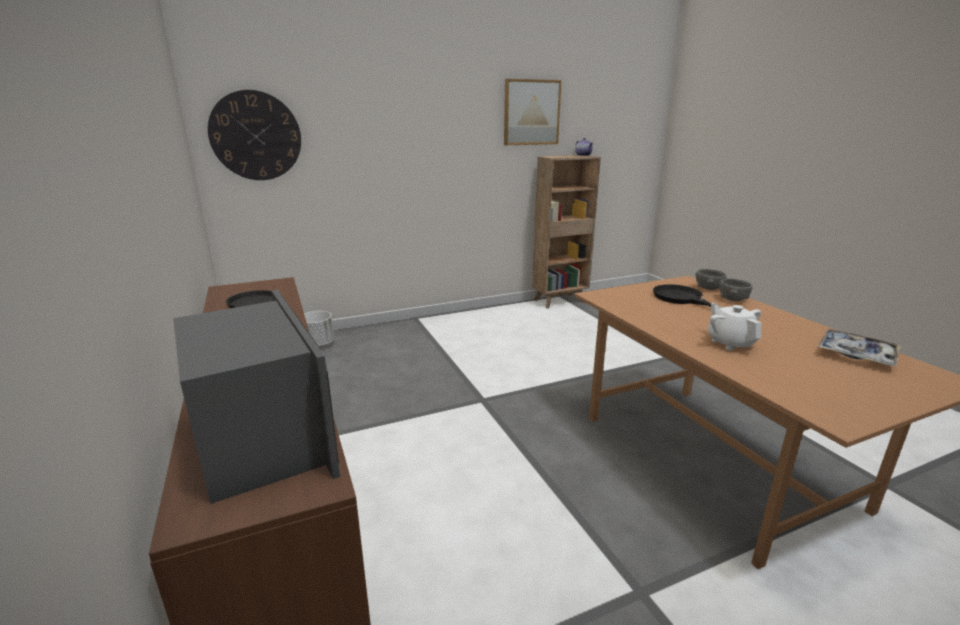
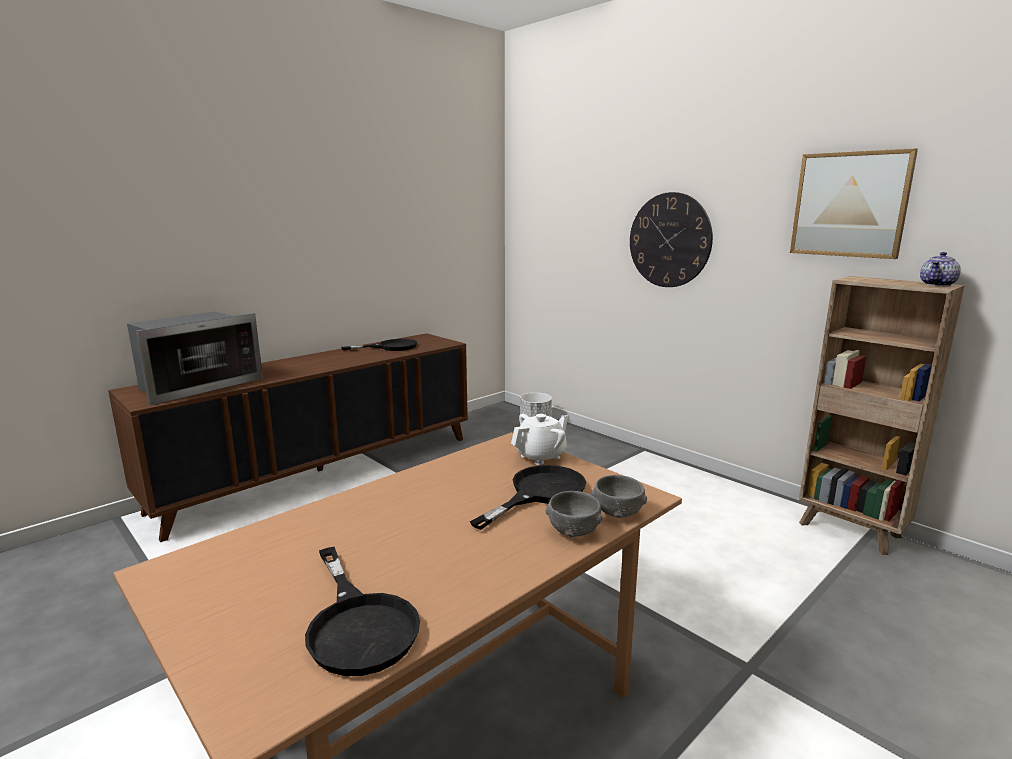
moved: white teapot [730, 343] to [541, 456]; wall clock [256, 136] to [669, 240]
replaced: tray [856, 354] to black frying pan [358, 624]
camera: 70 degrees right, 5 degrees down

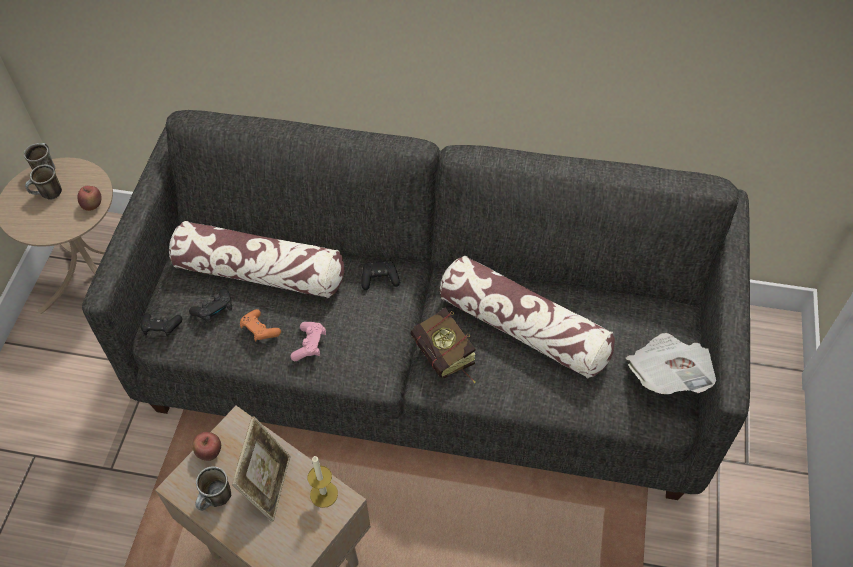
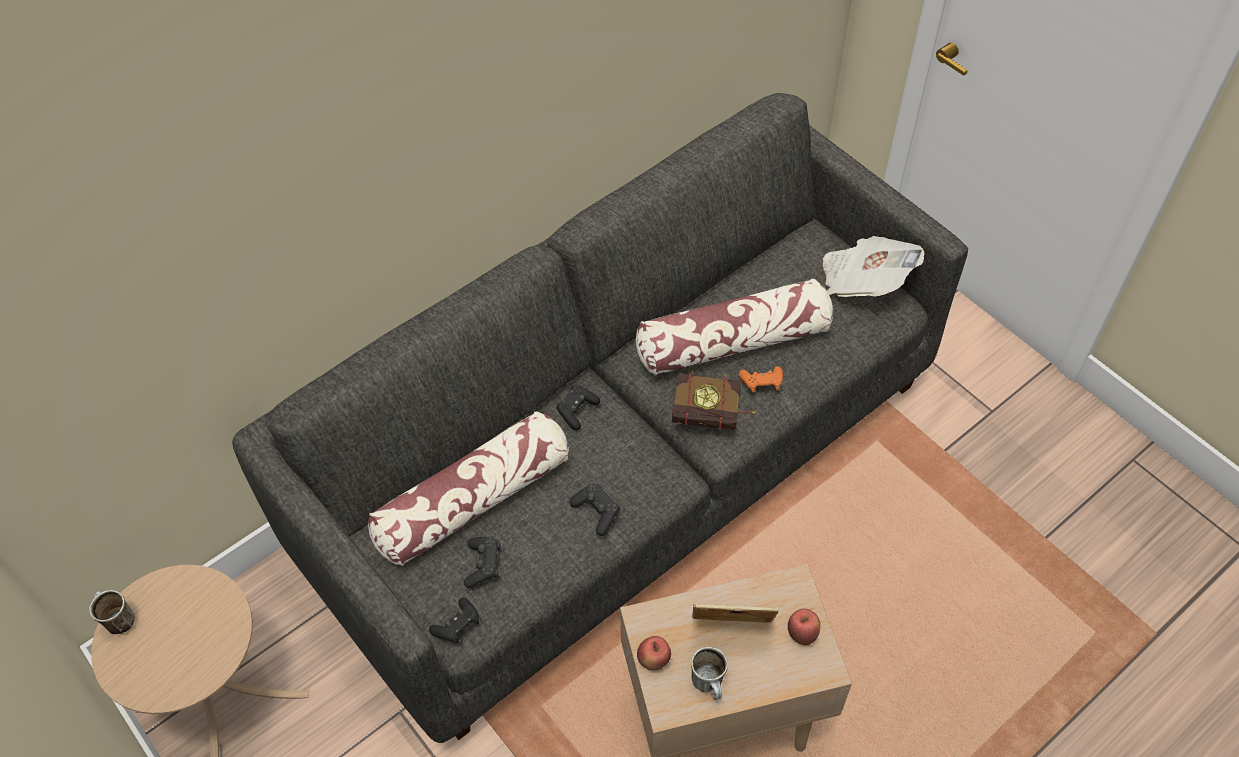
removed: mug [48, 195]; candle [324, 494]
moved: orange game controller [260, 330] to [761, 384]; apple [93, 206] to [802, 634]
recoloured: pink game controller [309, 345] to black game controller [597, 512]
turned: picture frame [268, 485] = [731, 631] 45 degrees counterclockwise
camera: 50 degrees left, 0 degrees up

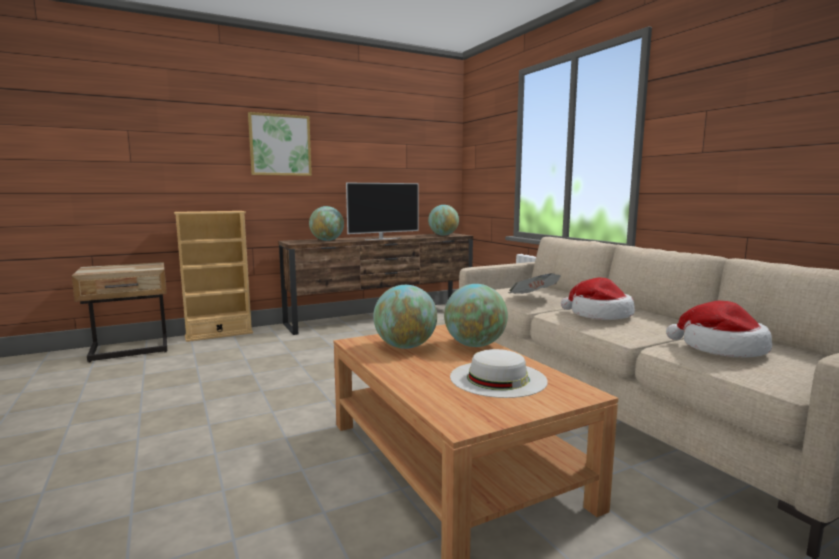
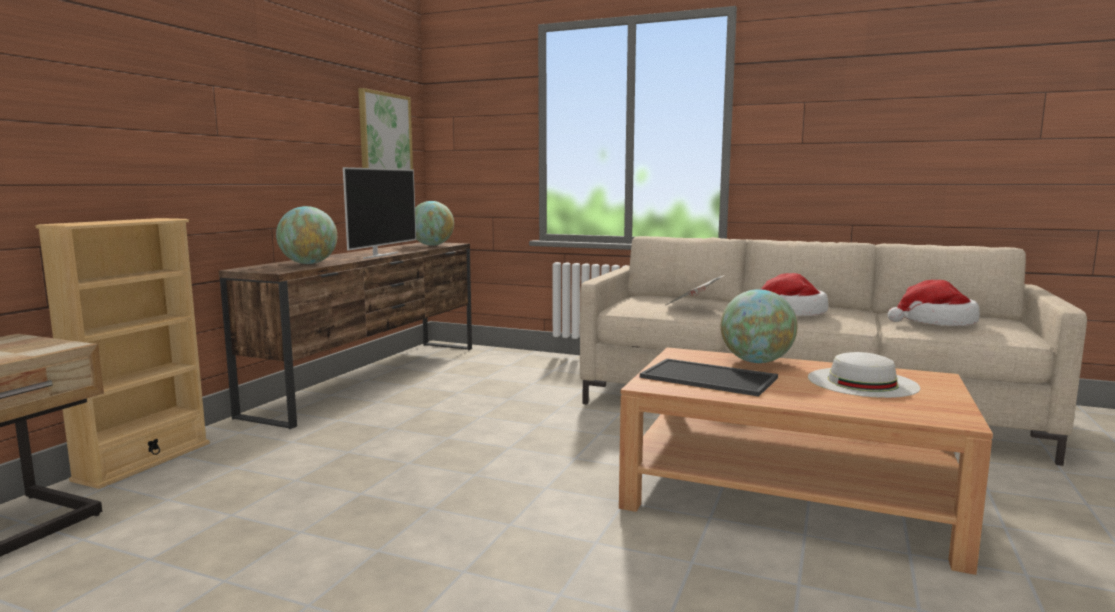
moved: picture [280, 145] to [385, 133]
replaced: globe [405, 347] to tray [710, 377]
camera: 40 degrees left, 0 degrees up

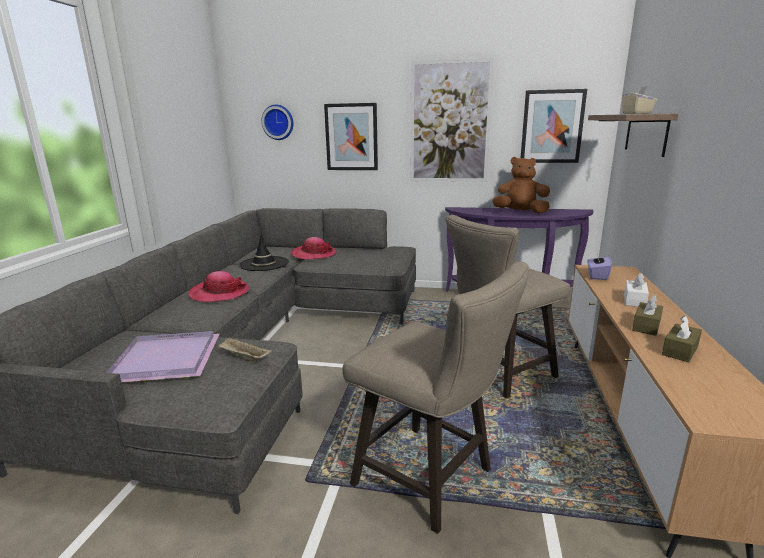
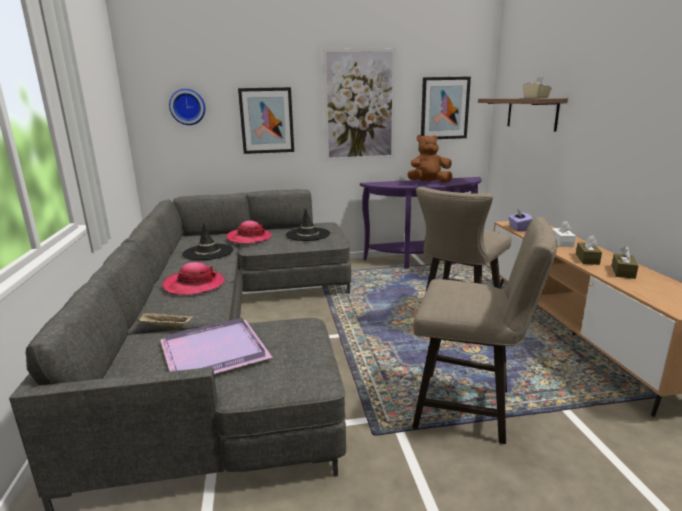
added: black hat [308, 234]
moved: beige tray [244, 358] to [165, 327]
camera: 20 degrees left, 0 degrees up

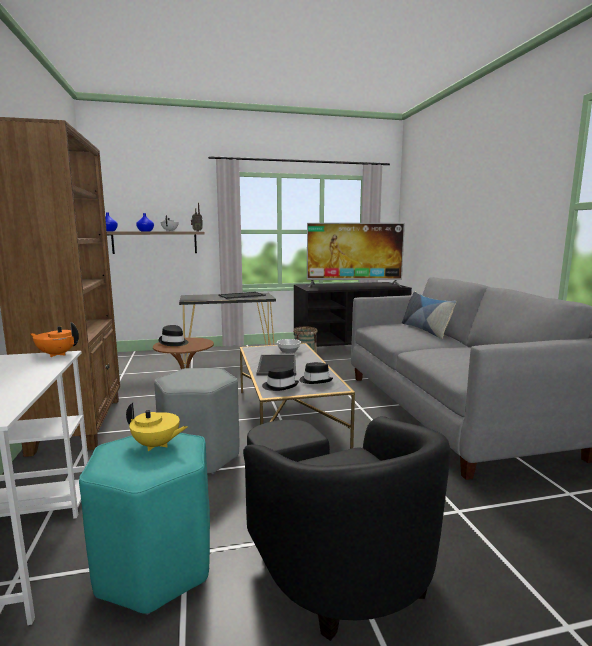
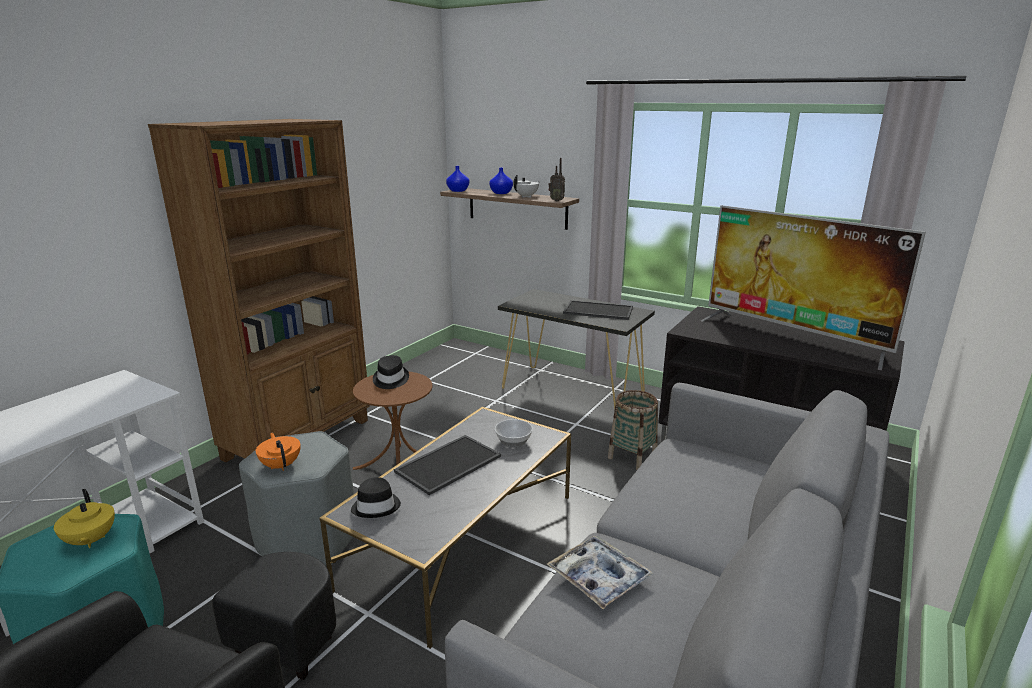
removed: black hat [315, 380]; pillow [425, 330]
added: tray [599, 578]
moved: orange teapot [57, 354] to [281, 465]
camera: 45 degrees right, 10 degrees up

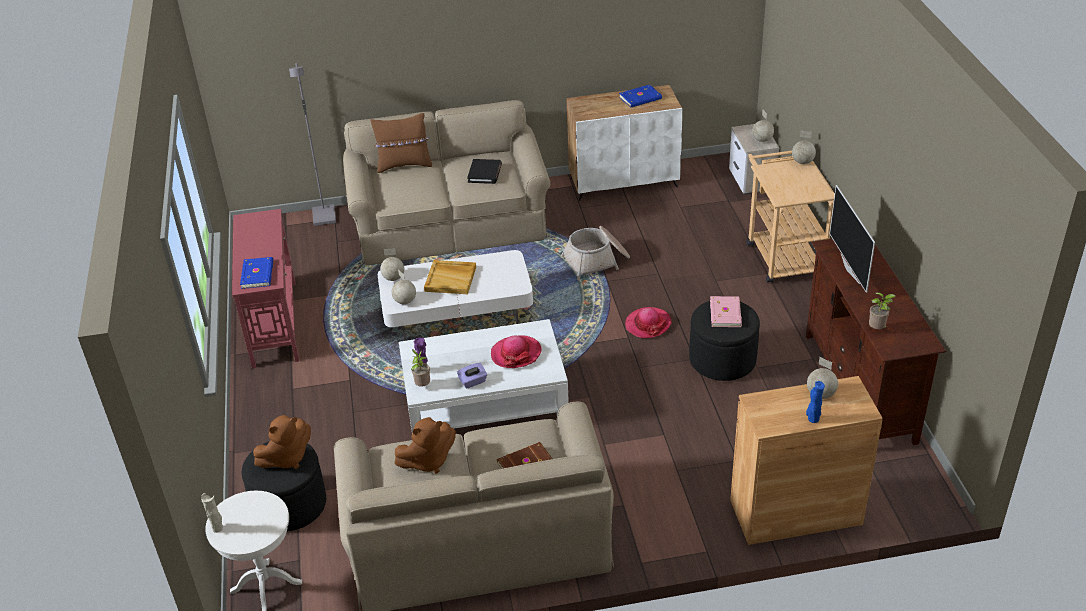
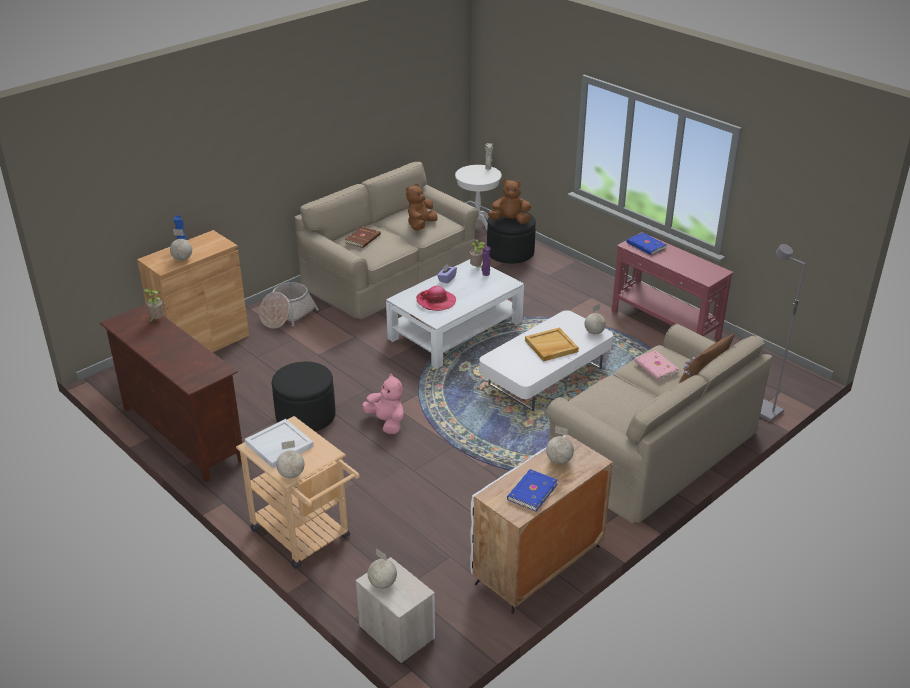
removed: black book [485, 173]; television [850, 268]
added: white tray [279, 446]
moved: basket [597, 261] to [287, 315]; globe [405, 301] to [559, 460]; pink book [726, 313] to [656, 368]
replaced: hat [648, 324] to pink plush toy [386, 422]
turned: brown plush toy [287, 458] = [510, 220] 75 degrees clockwise
camera: 145 degrees right, 5 degrees down

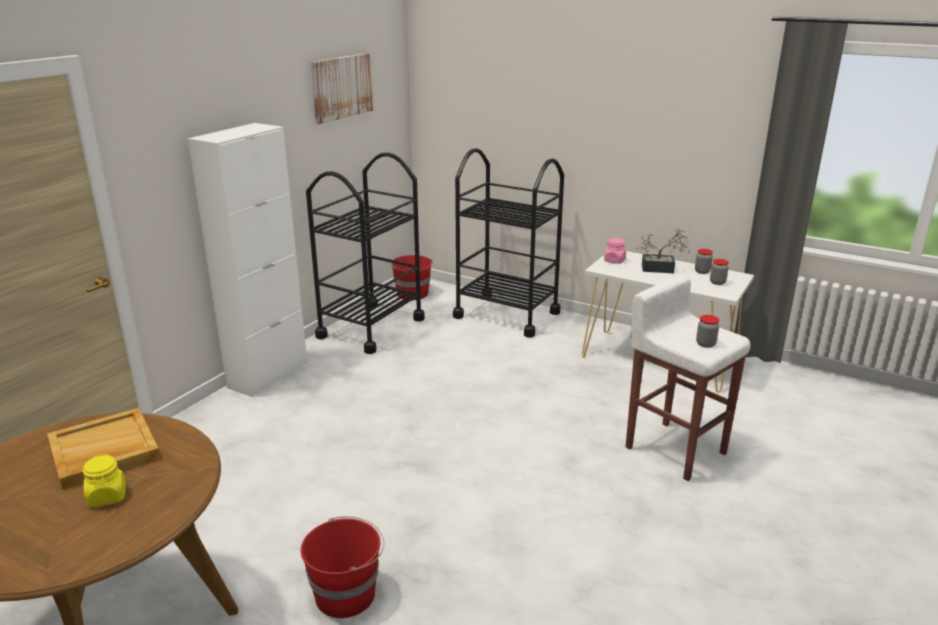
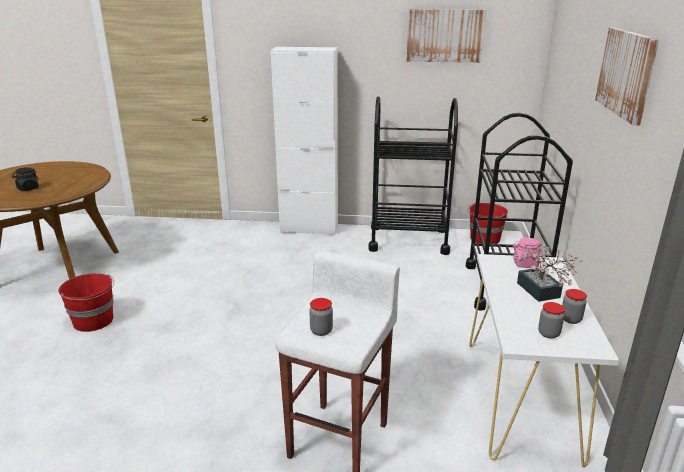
removed: beige tray [103, 451]
added: picture [626, 73]
recoloured: yellow jar [107, 496] to black jar [28, 189]
camera: 65 degrees right, 0 degrees up

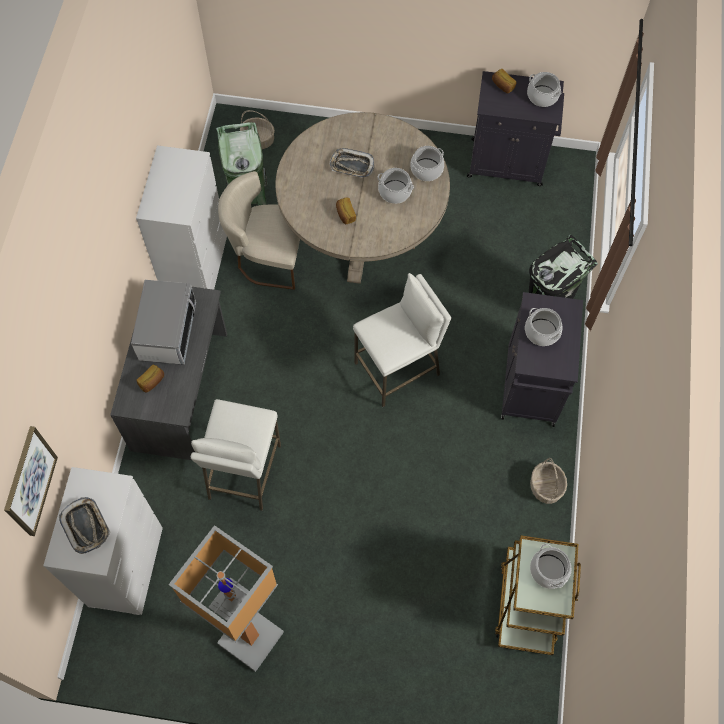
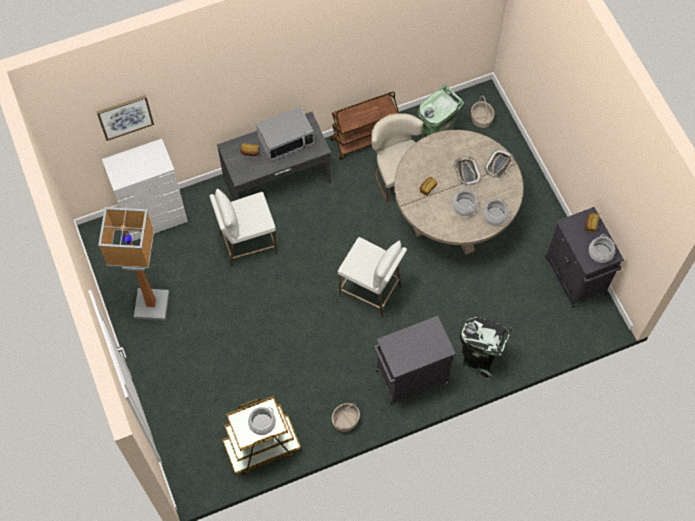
removed: cooking pot [542, 332]
moved: tray [86, 526] to [499, 165]
replaced: white dresser [196, 267] to brown cart [364, 139]
camera: 60 degrees right, 0 degrees up

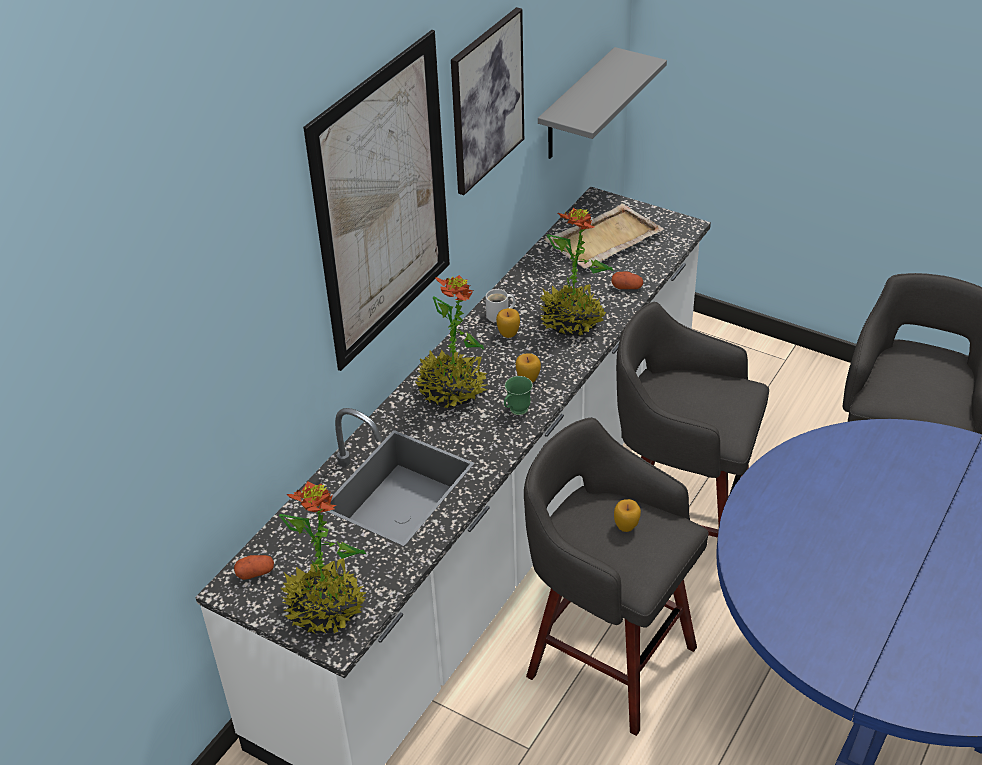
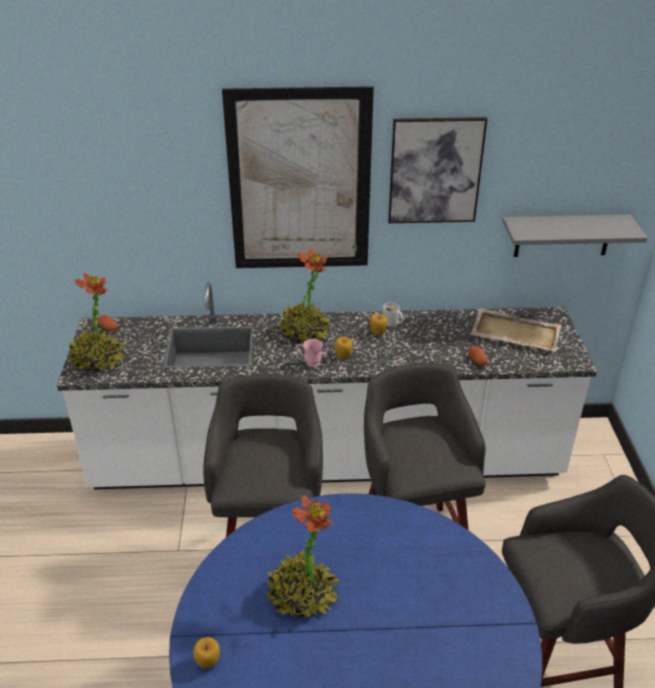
moved: apple [626, 526] to [208, 662]; potted plant [572, 321] to [301, 596]
recoloured: green mug [516, 412] to pink mug [309, 363]
camera: 55 degrees right, 5 degrees down

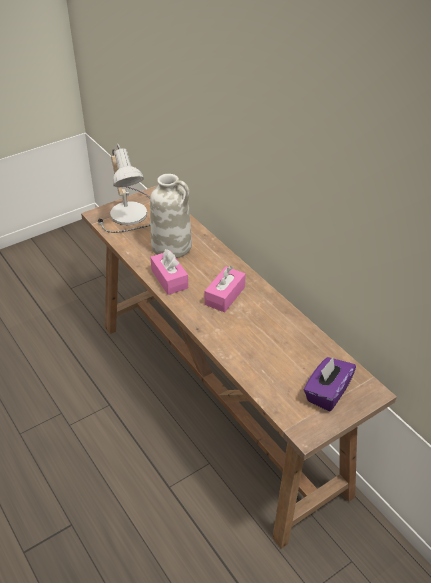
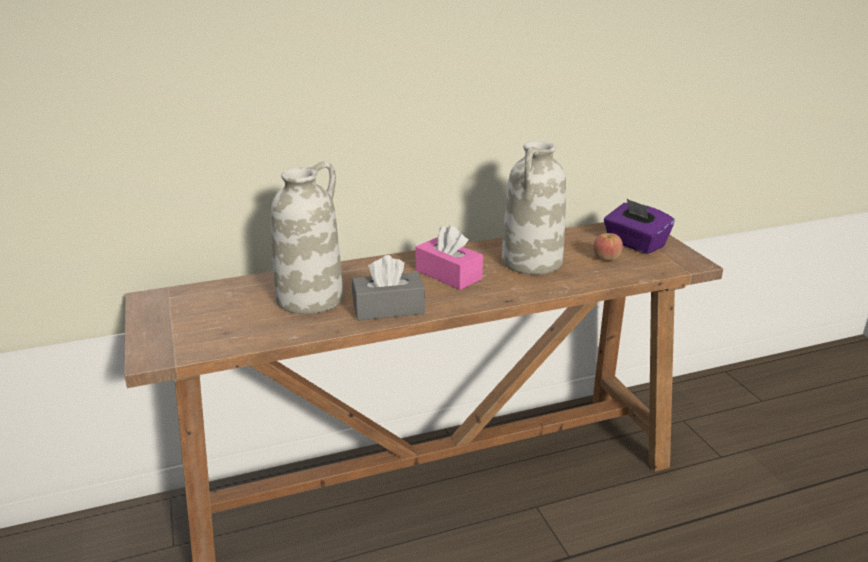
removed: table lamp [133, 215]
added: white vase [532, 262]; apple [606, 258]
recoloured: pink tissue box [169, 279] to grey tissue box [388, 308]
camera: 75 degrees left, 15 degrees down

